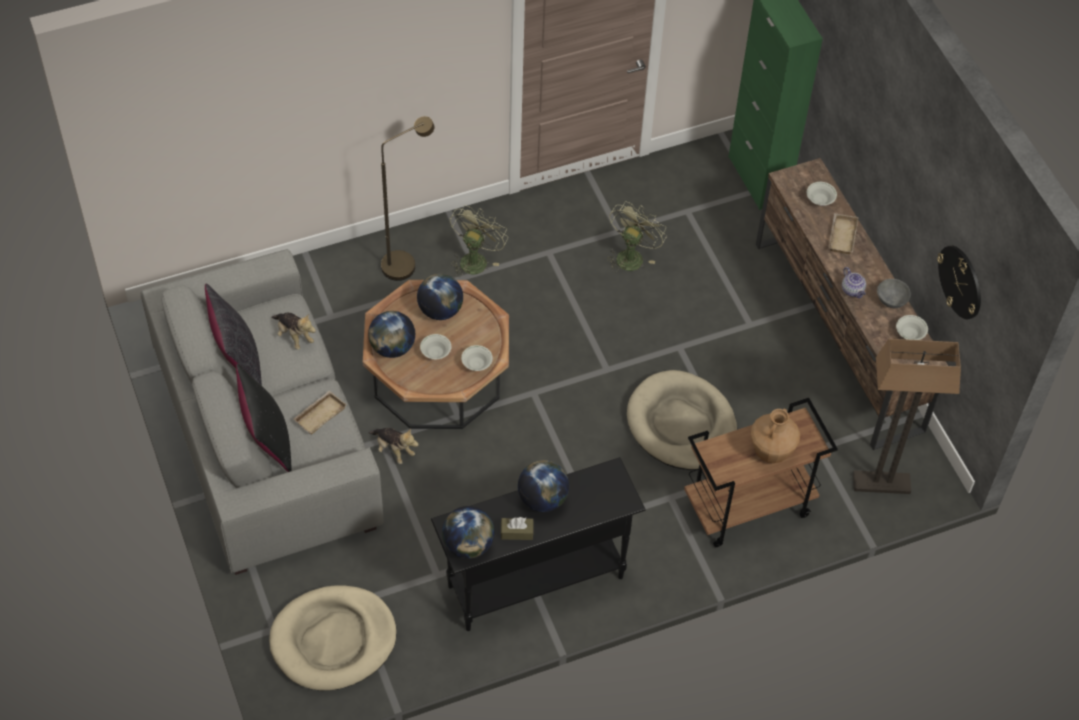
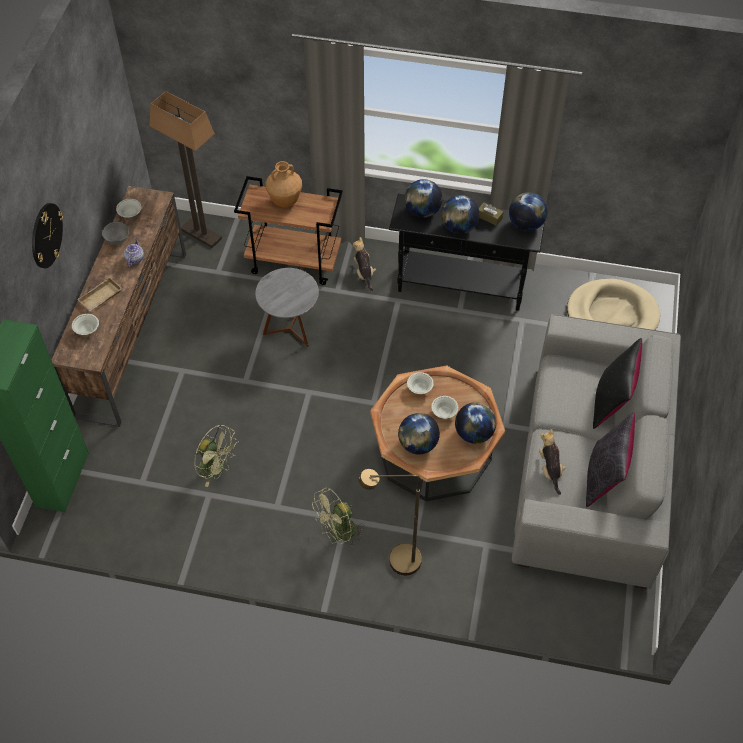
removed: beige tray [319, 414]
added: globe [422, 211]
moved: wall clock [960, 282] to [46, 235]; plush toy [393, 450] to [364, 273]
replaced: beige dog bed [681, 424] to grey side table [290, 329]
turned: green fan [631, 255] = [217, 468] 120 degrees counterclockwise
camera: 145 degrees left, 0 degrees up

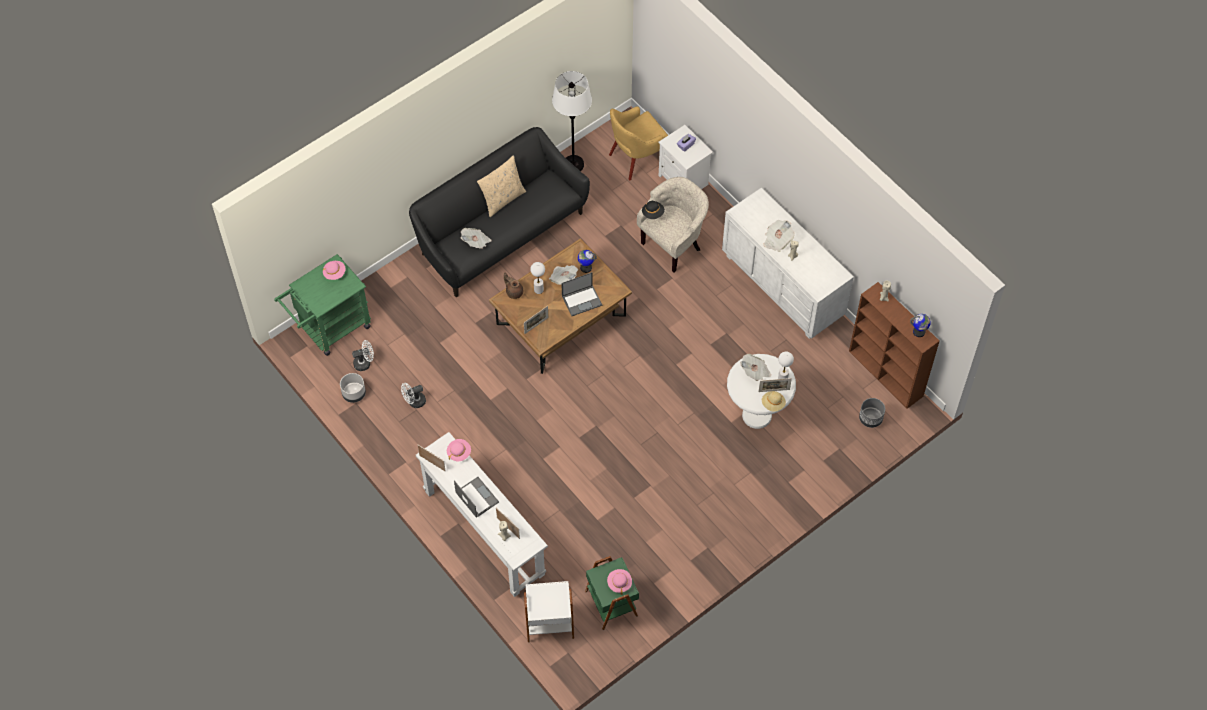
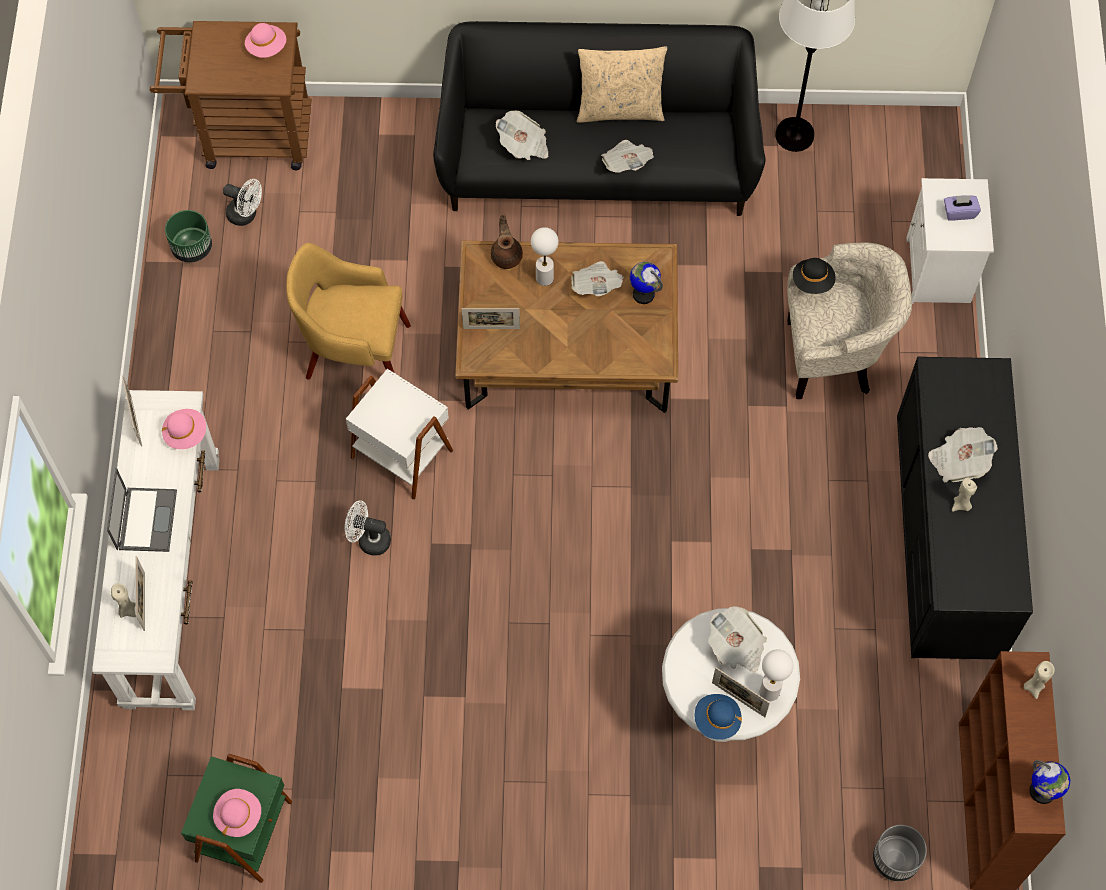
removed: laptop [582, 300]
added: newspaper [626, 163]
moved: yellow armchair [637, 157] to [354, 350]; white fan [414, 402] to [369, 540]; white side table [549, 621] to [403, 452]
recoloured: green cart [330, 329] to brown cart [246, 135]; grey planter [354, 394] to green planter [192, 248]; beige hat [773, 404] to blue hat [717, 720]; white dresser [782, 286] to black dresser [946, 541]
camera: 40 degrees right, 5 degrees up

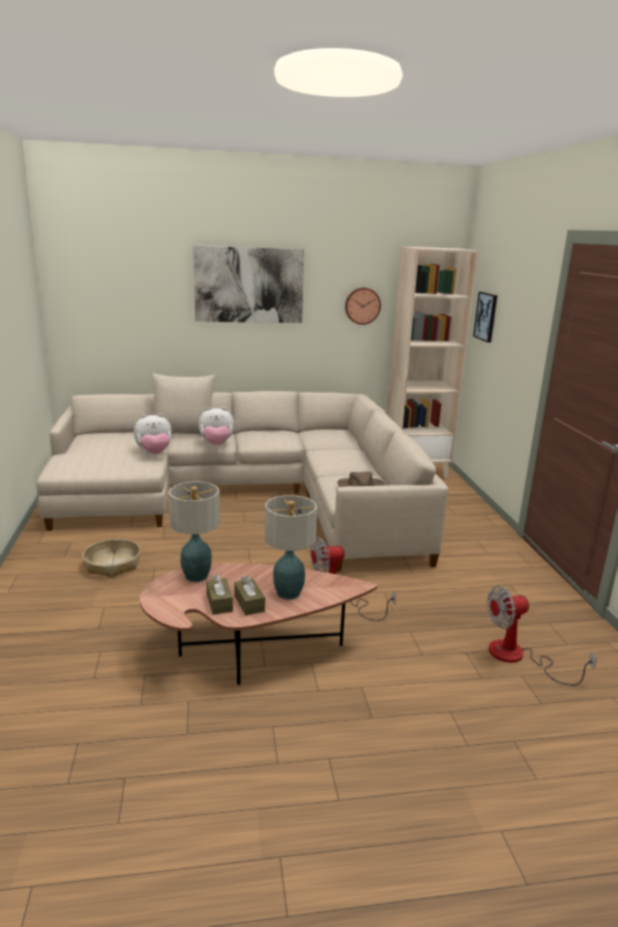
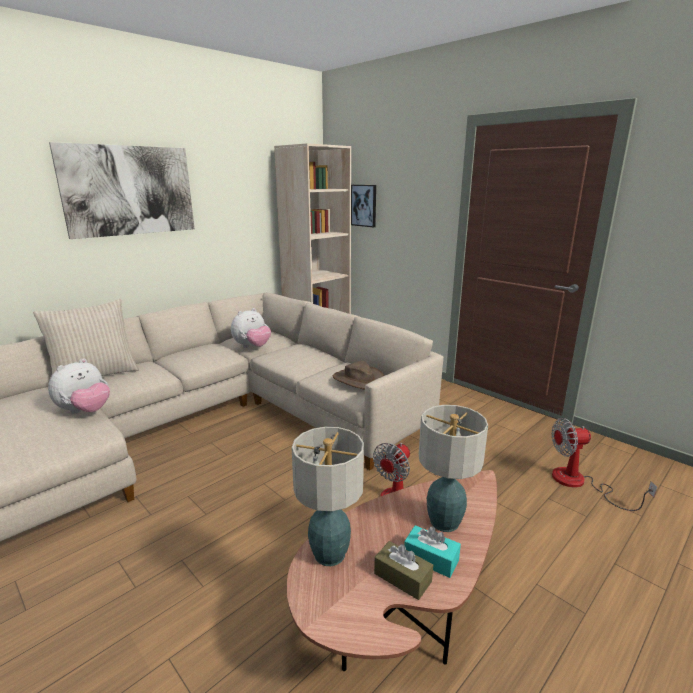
removed: basket [112, 565]; wall clock [362, 305]
moved: plush toy [216, 445] to [252, 347]
recoloured: brown tissue box [249, 603] to turquoise tissue box [431, 559]
turned: fan [518, 657] = [579, 483] 45 degrees clockwise
camera: 35 degrees left, 0 degrees up

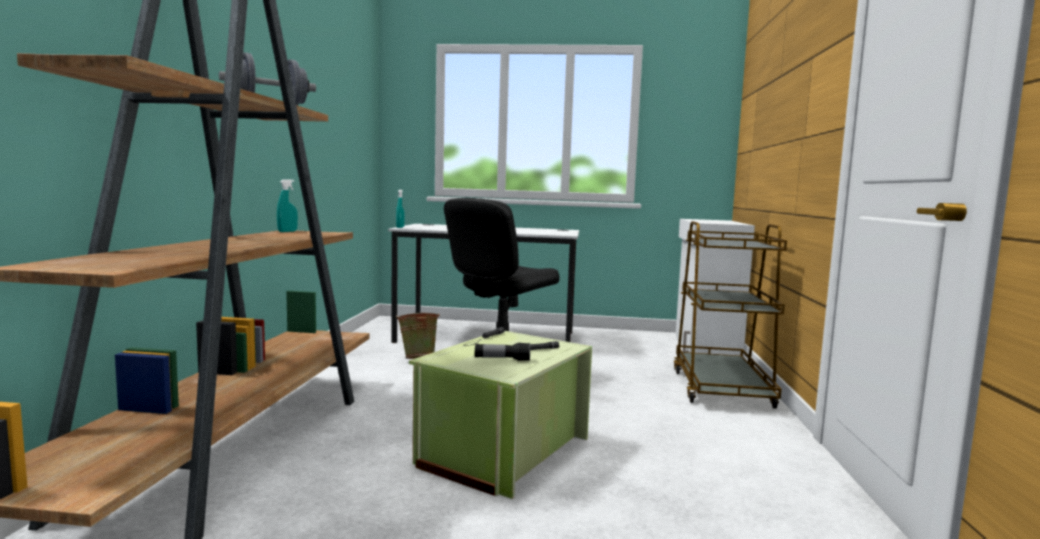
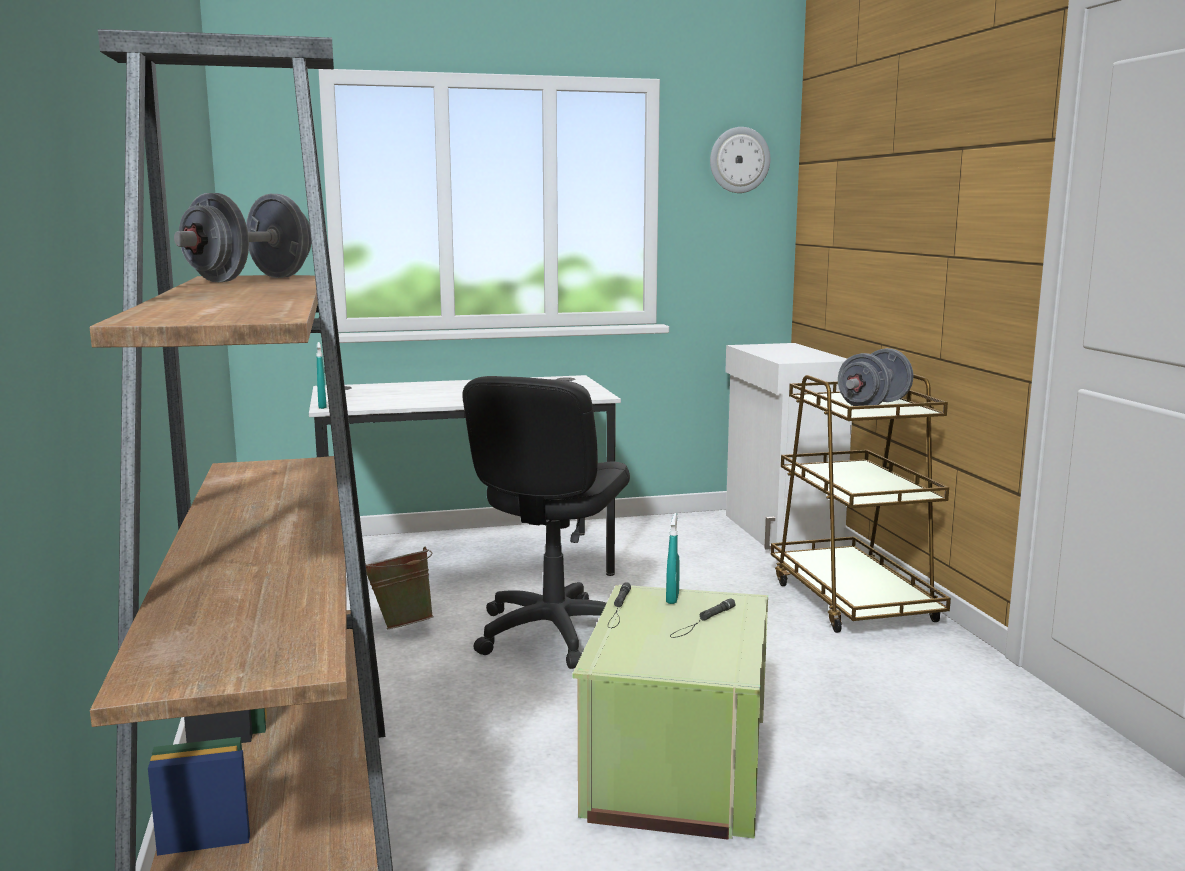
removed: flashlight [502, 359]
added: wall clock [739, 160]; grey dumbbell [873, 404]
moved: turquoise spray bottle [287, 231] to [672, 598]
camera: 20 degrees left, 5 degrees up

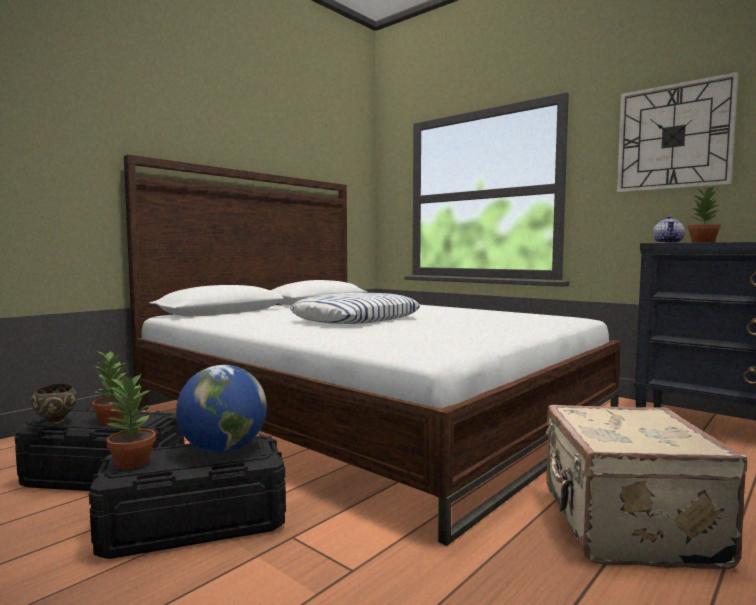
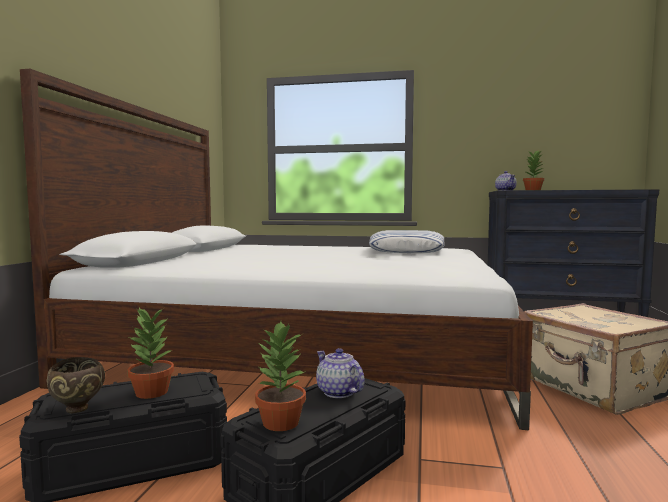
removed: wall clock [673, 137]
moved: pillow [356, 319] to [406, 250]
replaced: globe [223, 450] to teapot [338, 392]
camera: 30 degrees left, 0 degrees up

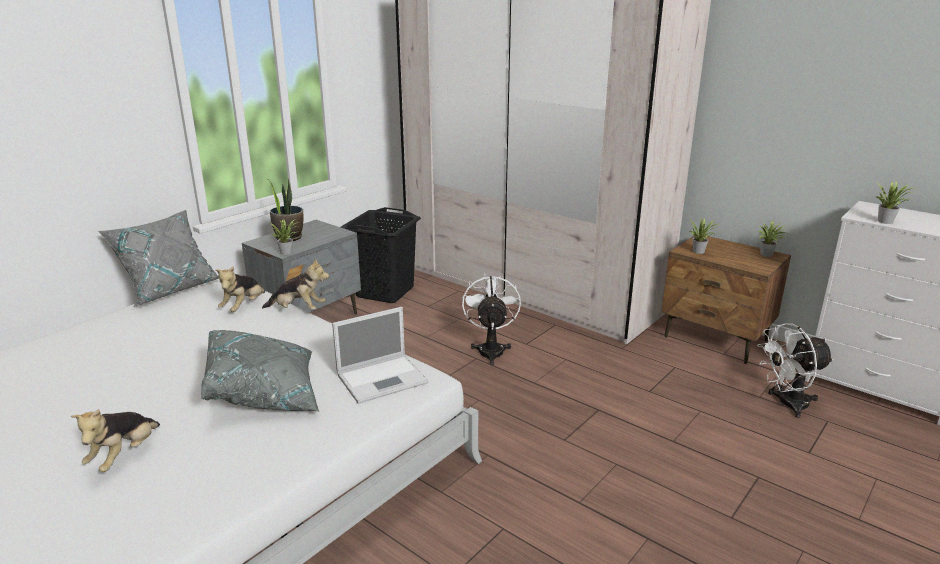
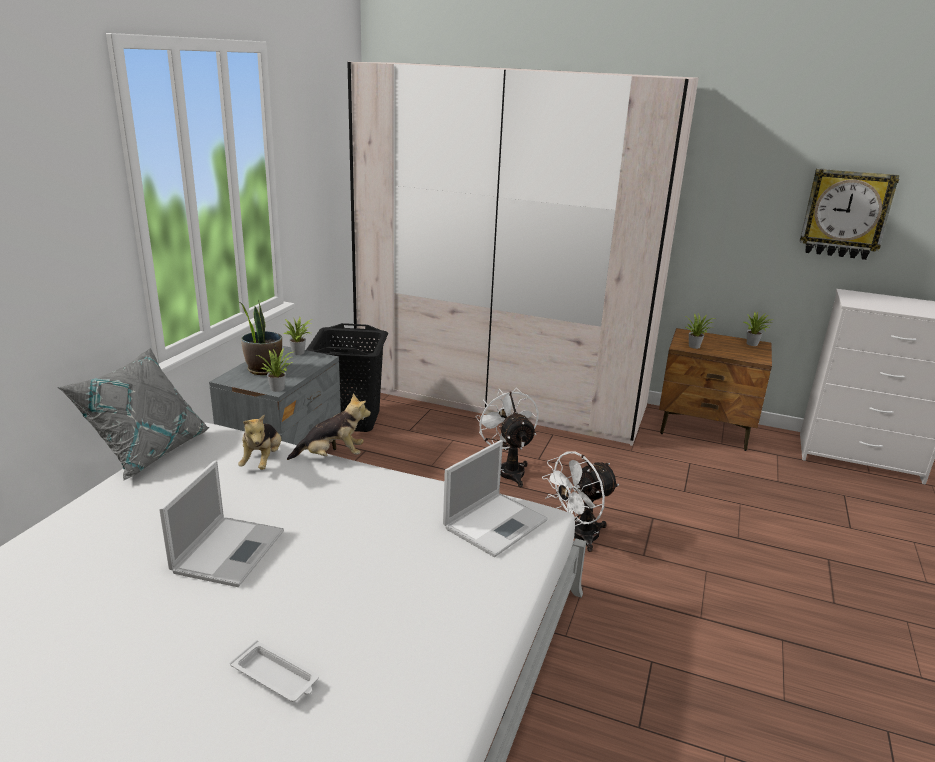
removed: grey pillow [265, 393]
added: laptop [229, 550]; wall clock [845, 214]
moved: potted plant [887, 221] to [300, 352]; white fan [786, 404] to [577, 537]
replaced: plush toy [124, 455] to white tray [276, 677]
camera: 20 degrees left, 0 degrees up

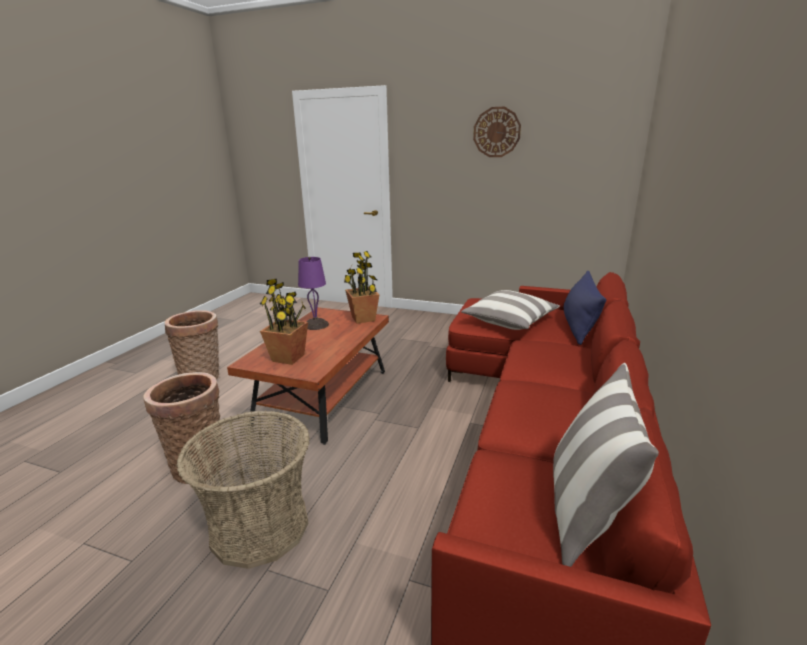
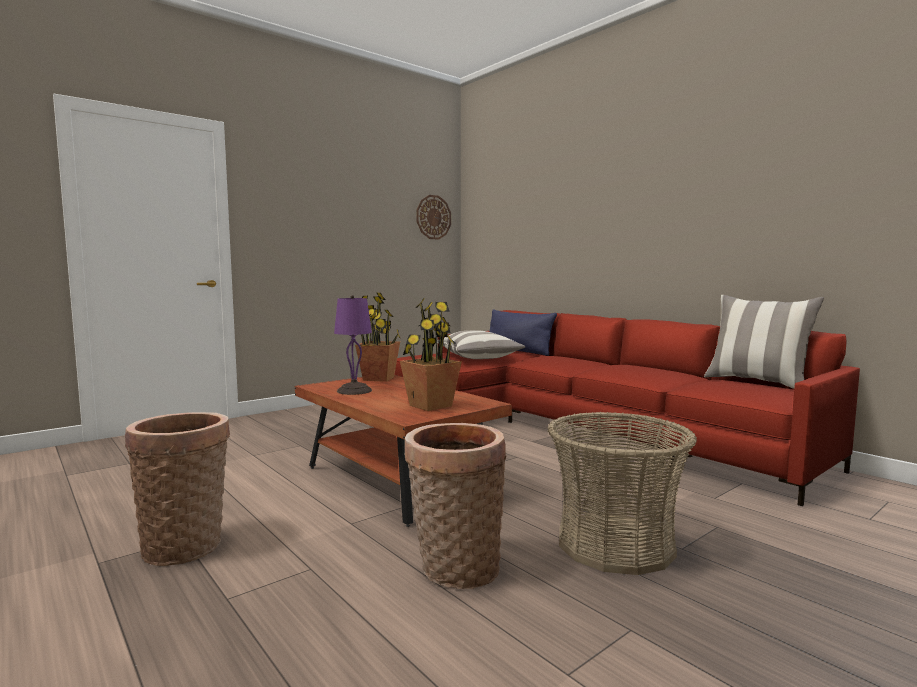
moved: wall clock [496, 132] to [433, 217]
camera: 60 degrees left, 15 degrees down

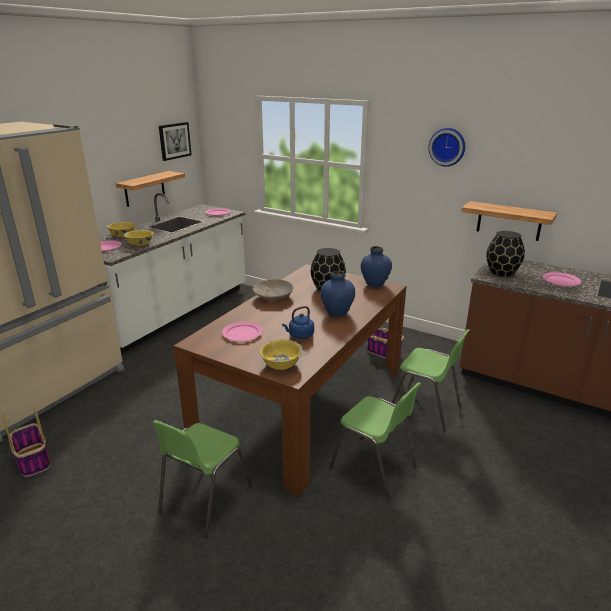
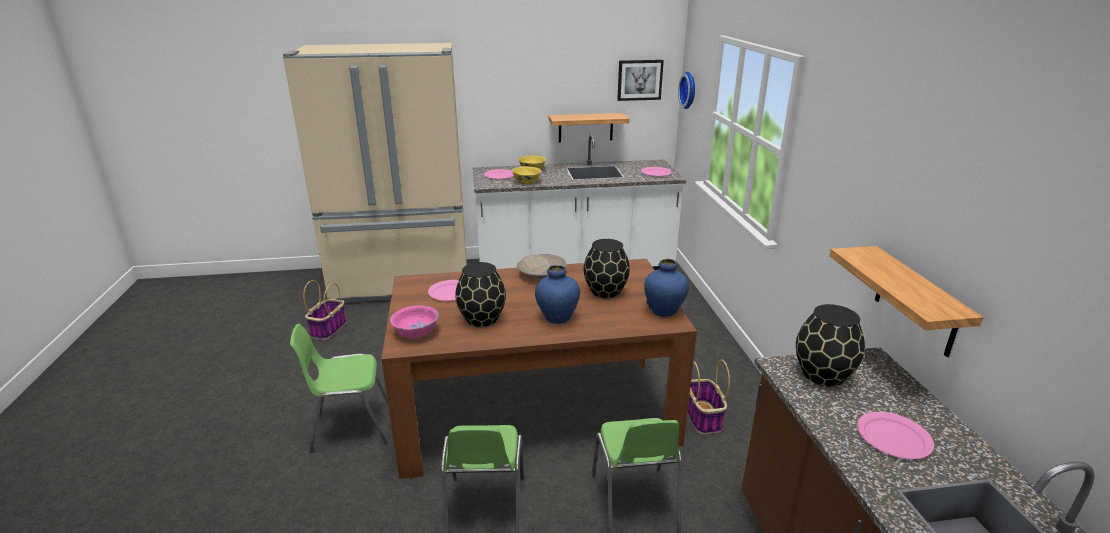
moved: wall clock [447, 146] to [689, 90]
replaced: blue kettle [300, 336] to black vase [481, 319]
recoloured: yellow bowl [281, 364] to pink bowl [416, 332]
camera: 50 degrees right, 0 degrees up

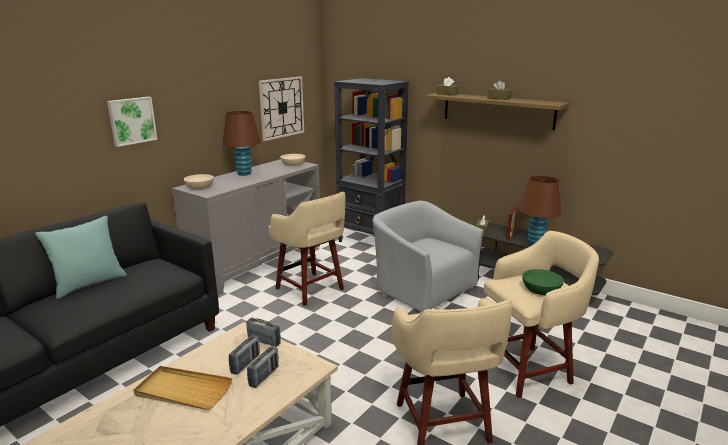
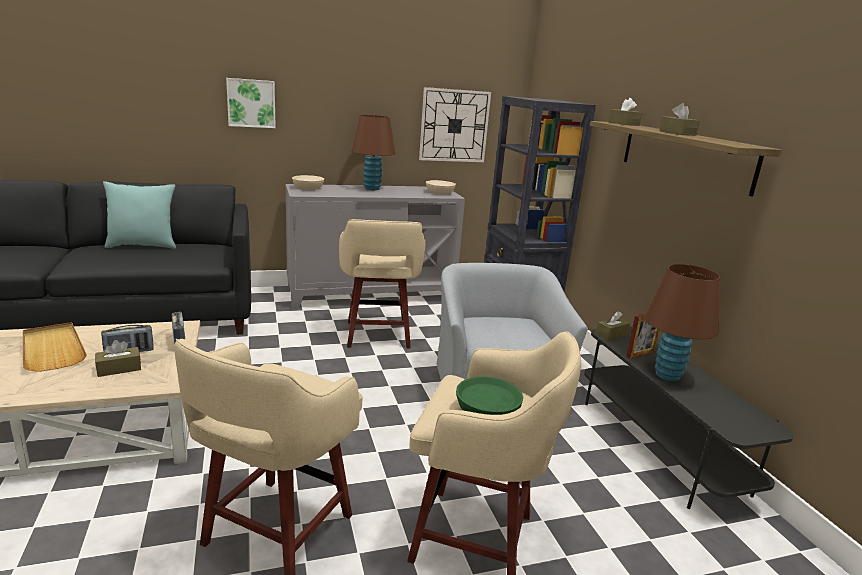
replaced: radio [264, 376] to brown tissue box [119, 369]
camera: 35 degrees right, 0 degrees up

